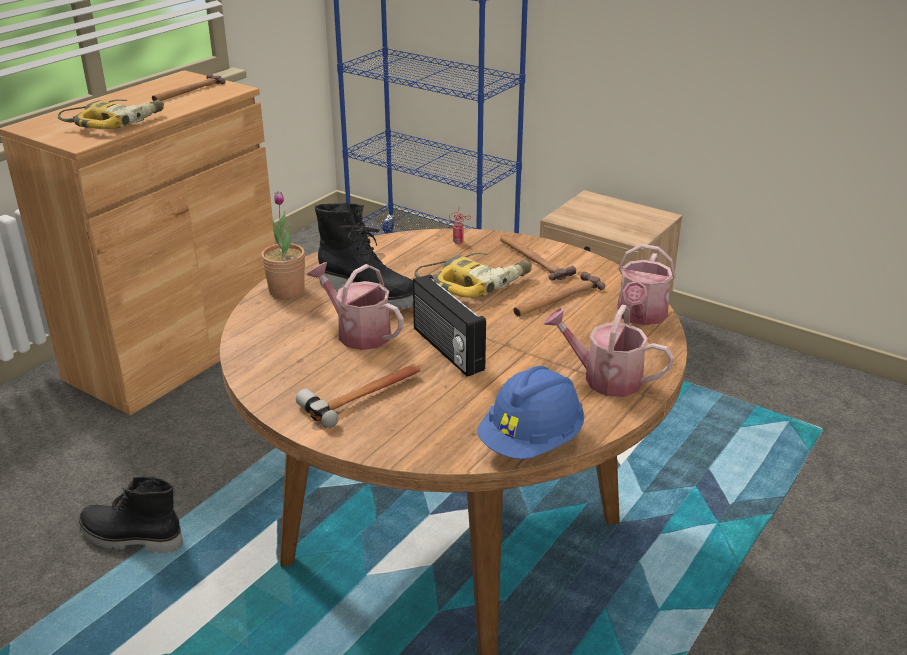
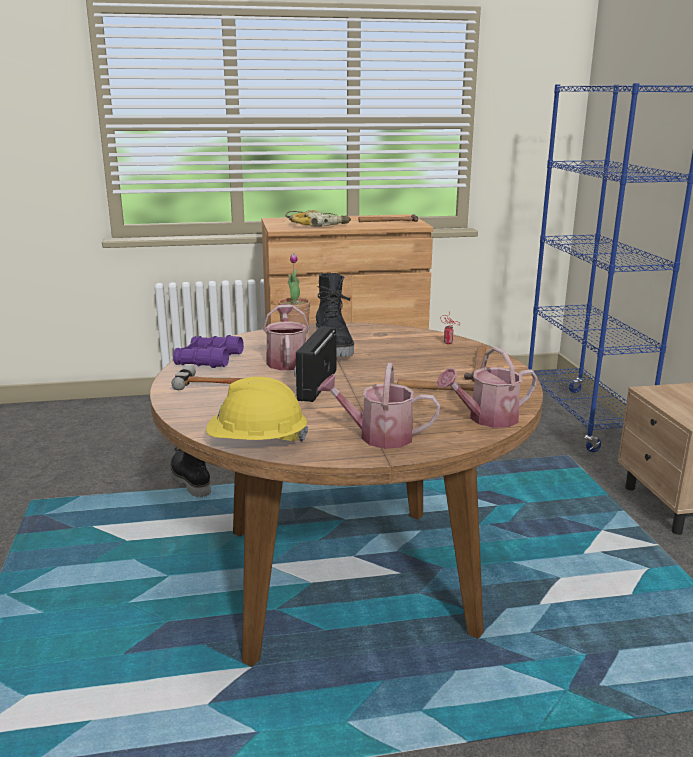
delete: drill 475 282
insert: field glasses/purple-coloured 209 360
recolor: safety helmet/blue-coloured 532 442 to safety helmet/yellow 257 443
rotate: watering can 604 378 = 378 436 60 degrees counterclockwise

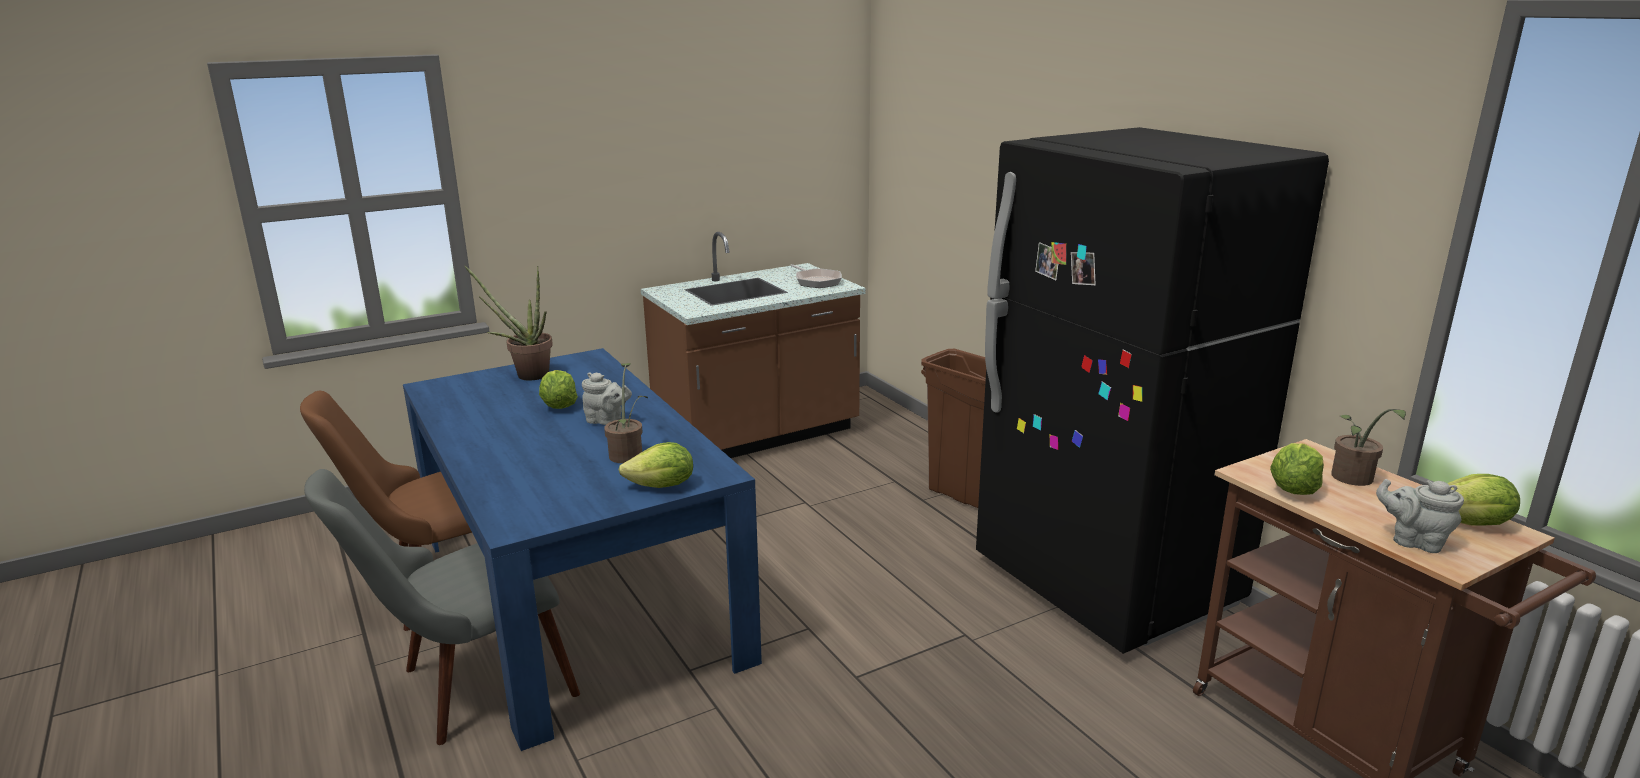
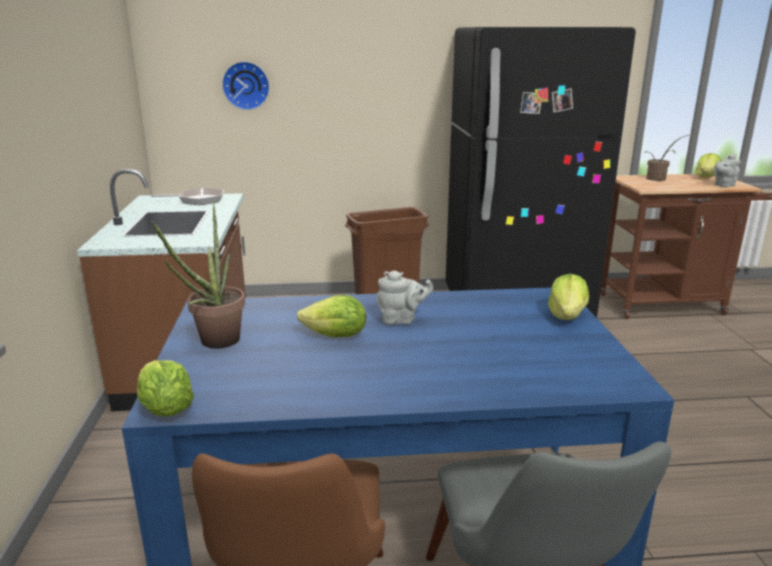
delete: potted plant 628 453
insert: wall clock 246 85
move: lettuce 1293 489 to 165 409
rotate: tea pot/greyish 606 421 = 401 320 45 degrees clockwise

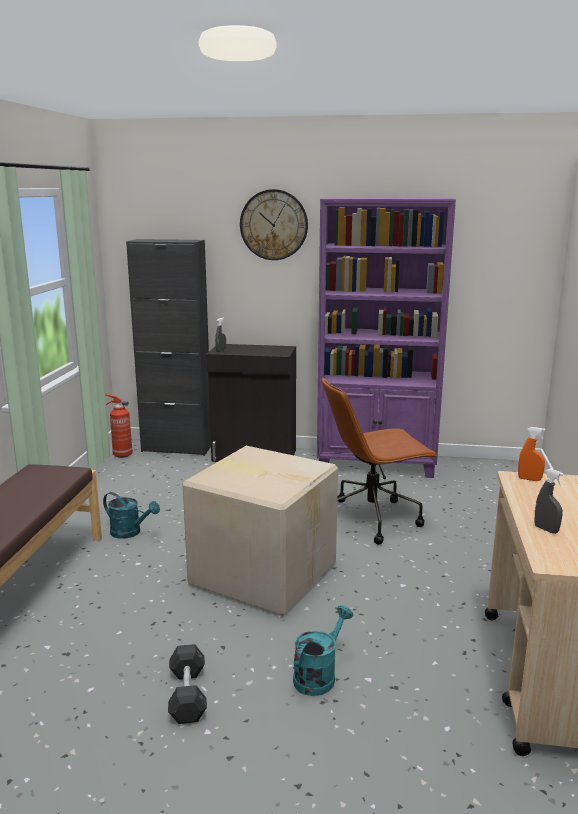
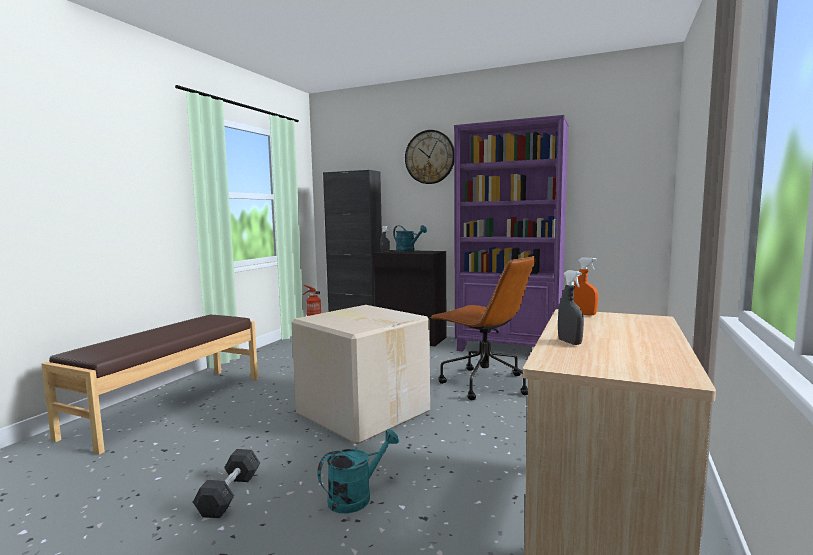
move: watering can/blue-green 130 532 to 408 251
rotate: office chair/brownish 372 518 = 483 384 135 degrees counterclockwise

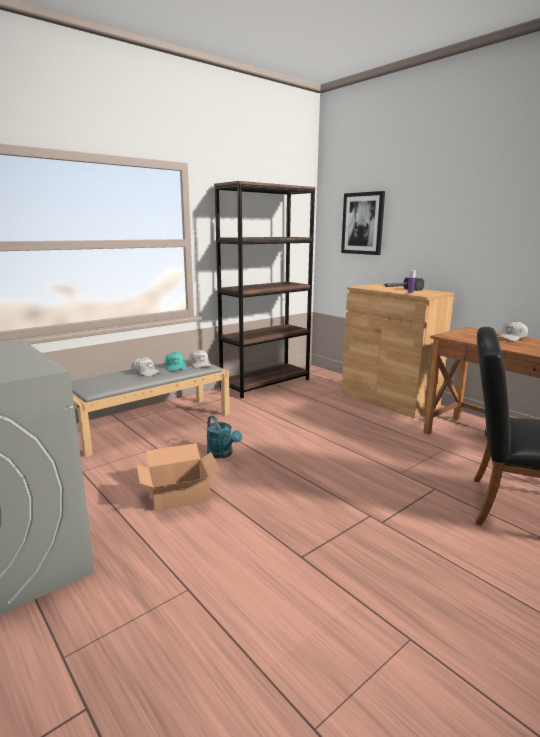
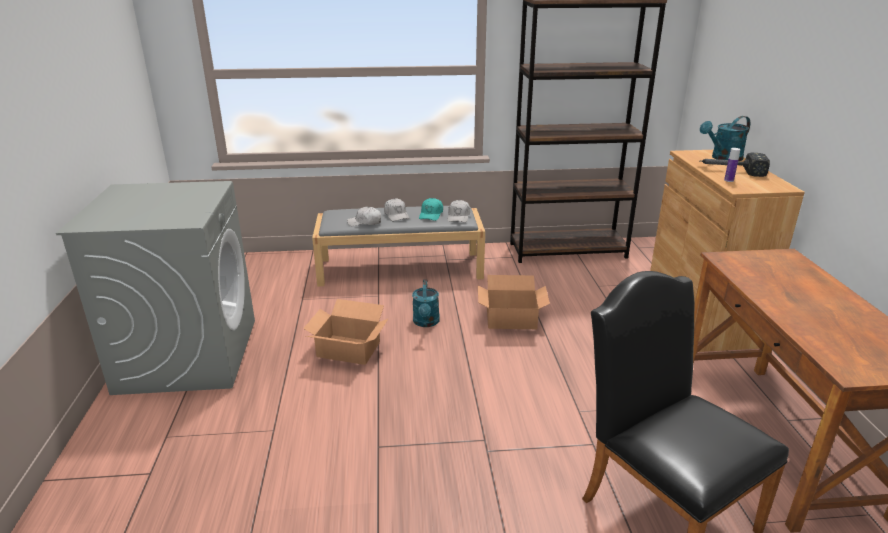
delete: wall picture 363 223
insert: packing box 512 319; watering can/blue-green 723 158
move: peaked cap/white 511 338 to 365 222

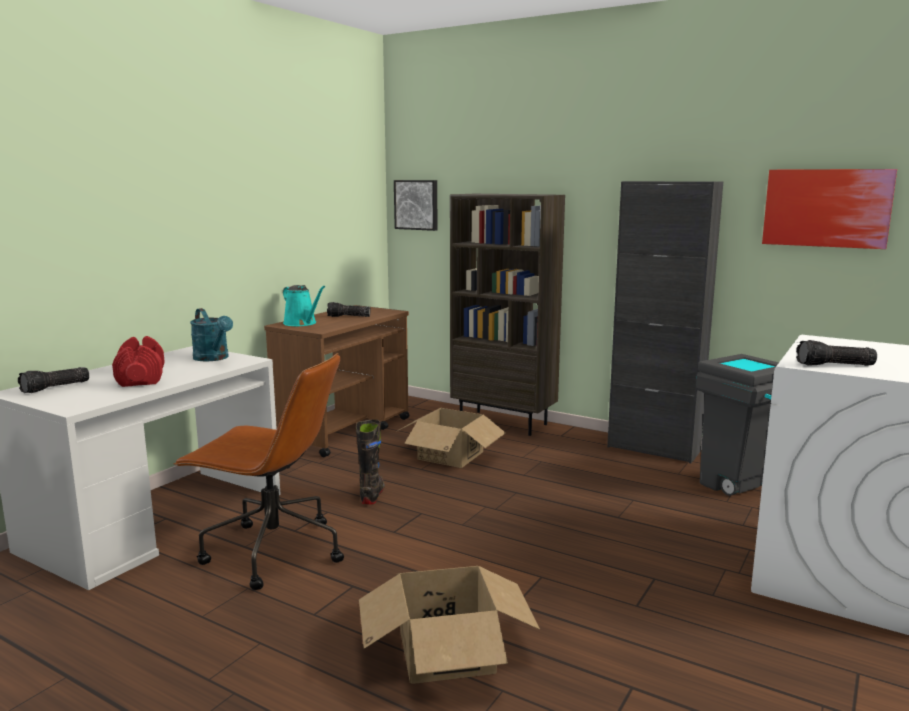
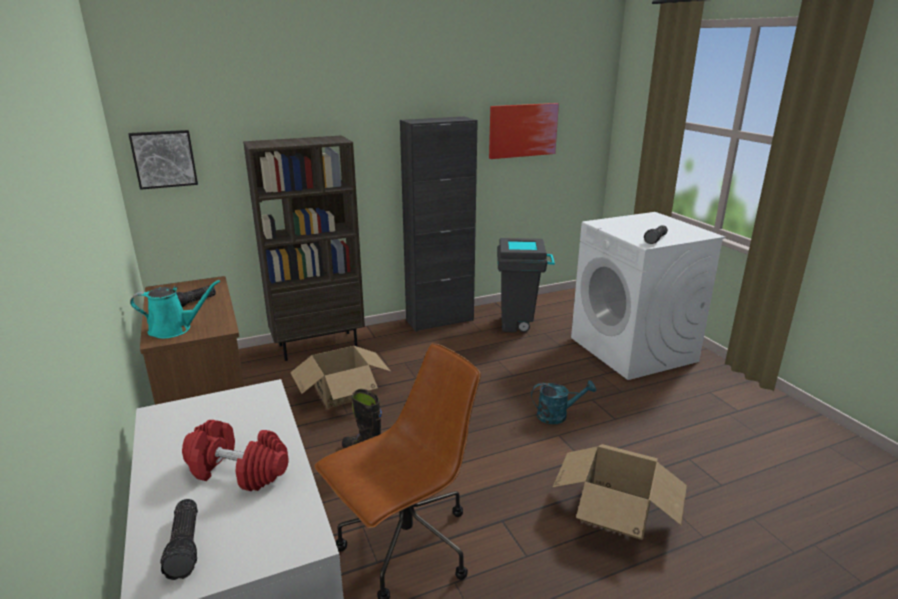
move: watering can/blue-green 214 358 to 557 415

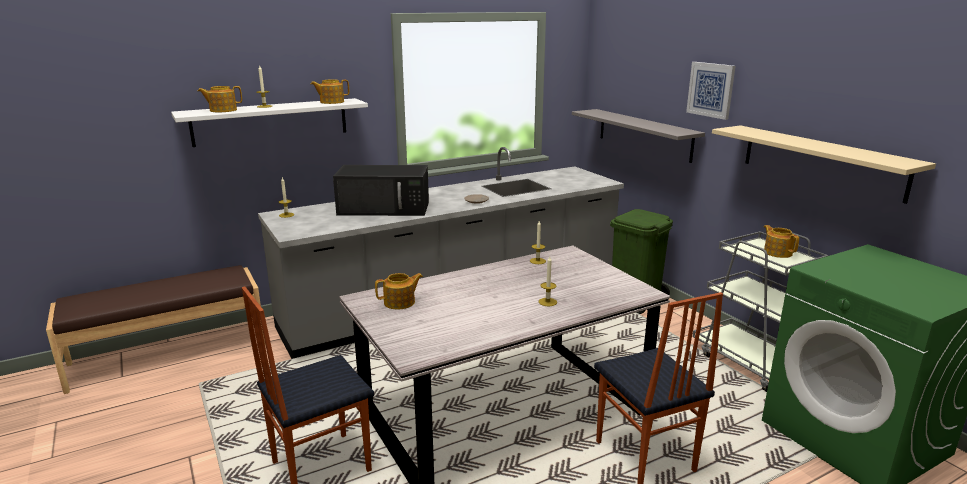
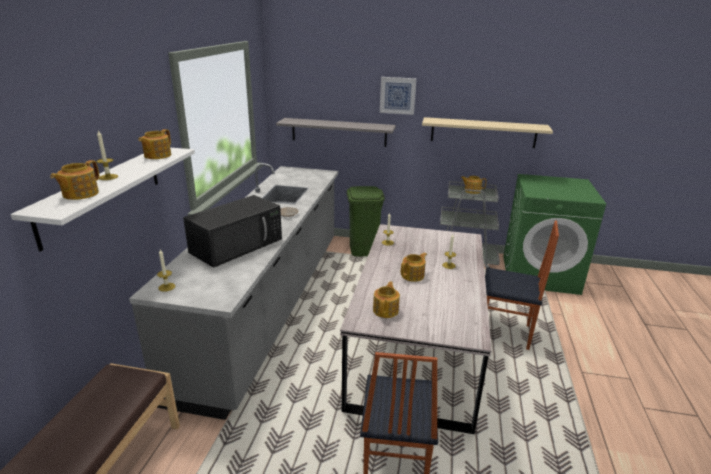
insert: tea pot 413 275

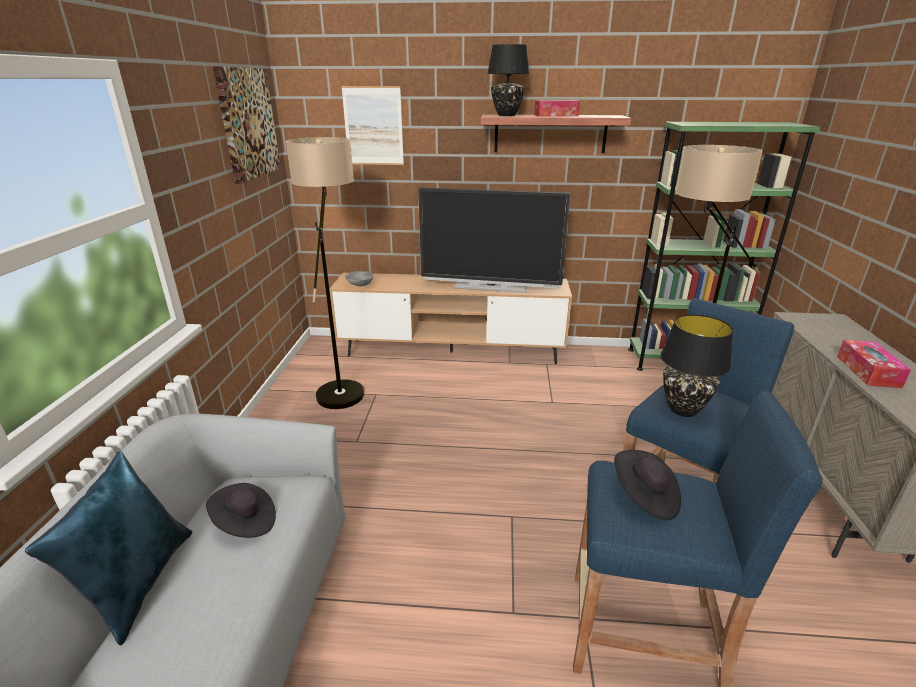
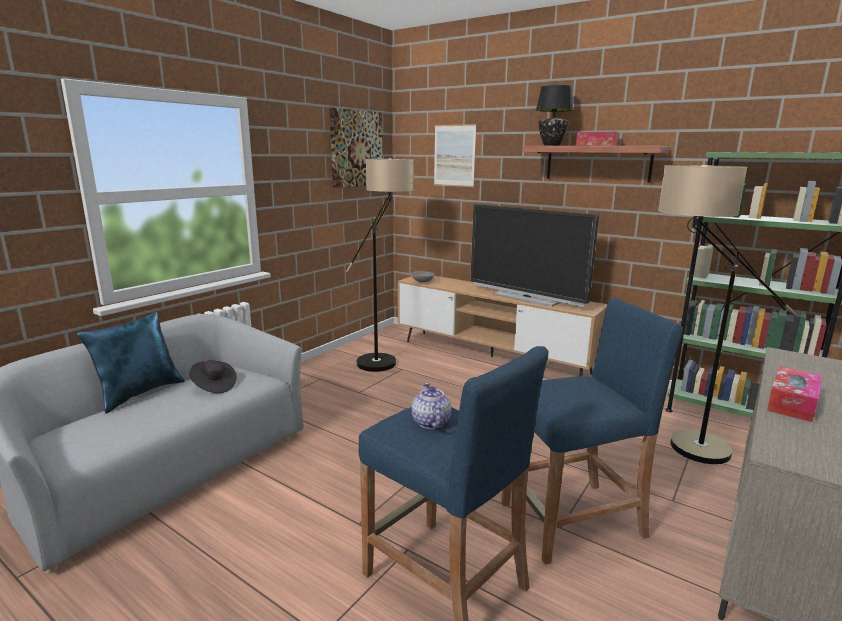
delete: lamp for a table/black-coloured 682 410
replace: wearable hat/black-coloured 645 497 to tea pot 430 422

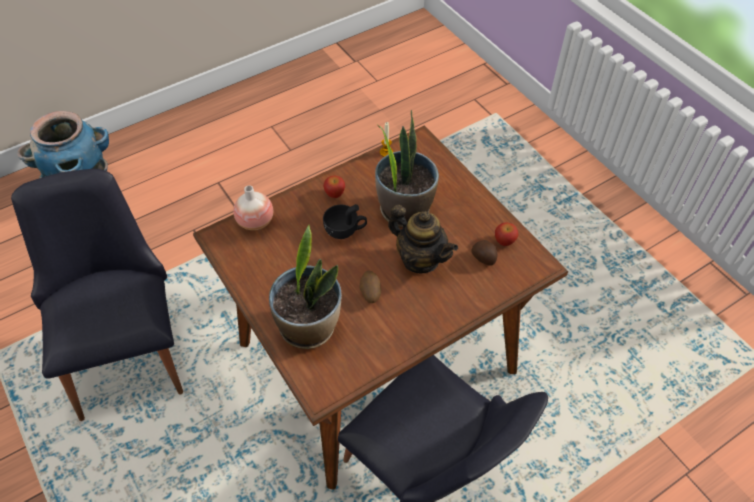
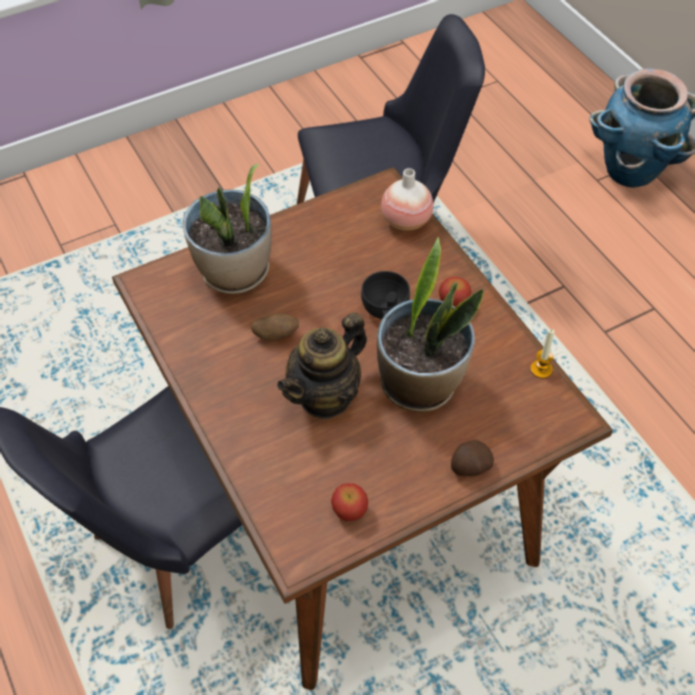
move: whole potato 484 258 to 469 467

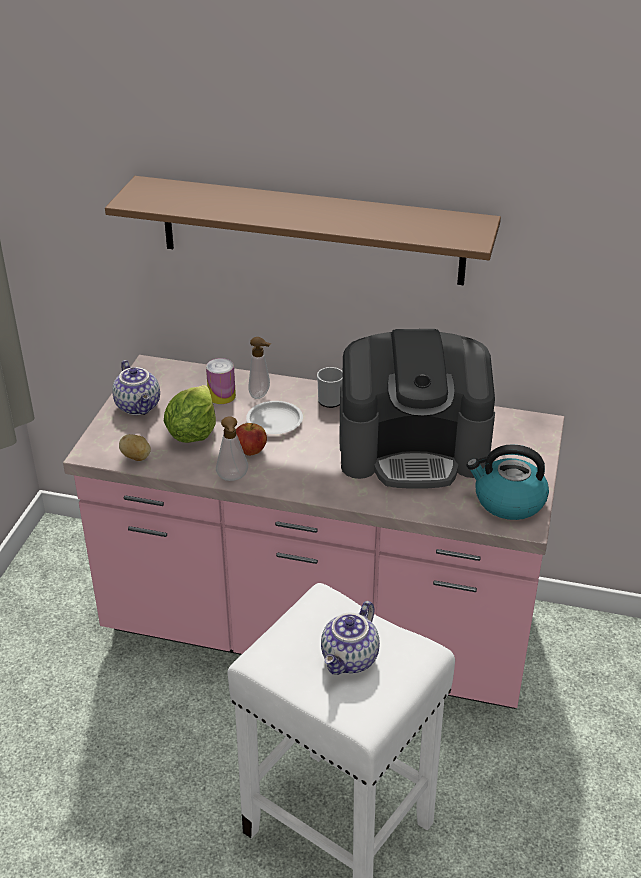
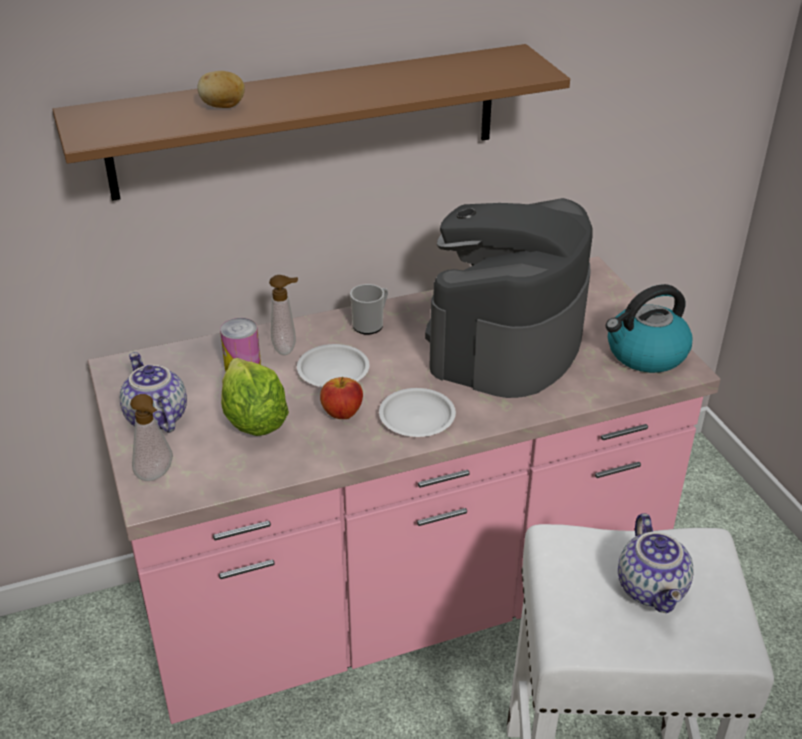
insert: plate/white 417 417
move: whole potato 136 457 to 223 107; soap bottle 233 479 to 157 475
rotate: tea pot 139 406 = 155 418 150 degrees counterclockwise; coffee maker 413 449 = 505 341 150 degrees clockwise

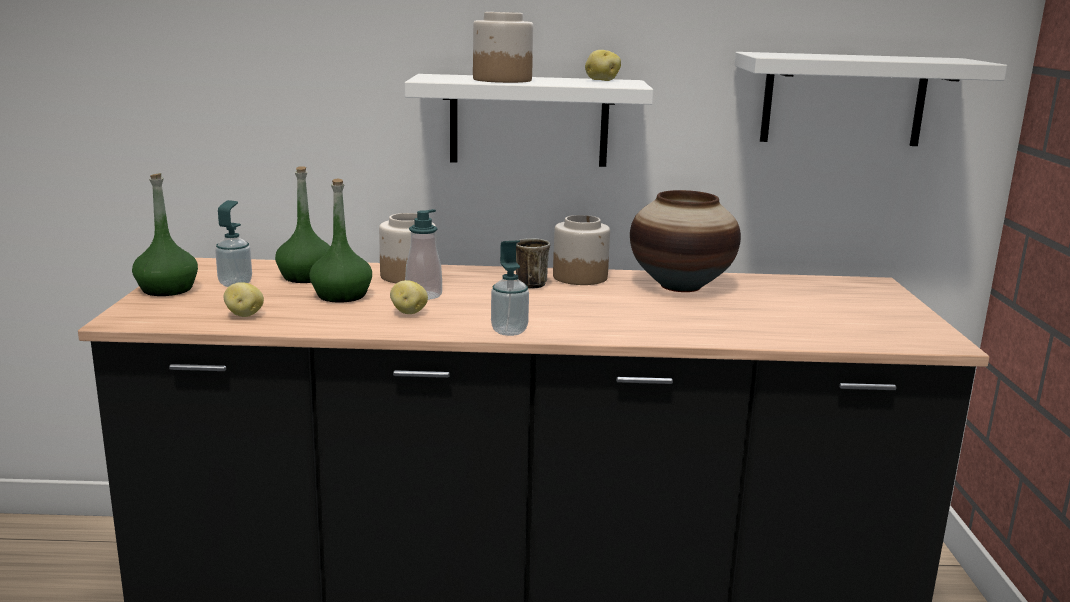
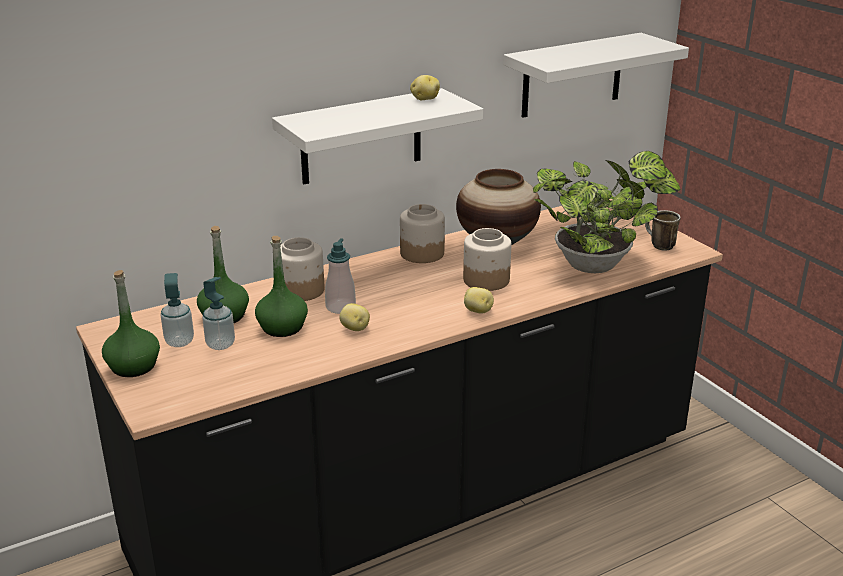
insert: potted plant 597 265
move: whole potato 243 315 to 478 311; preserve jar 501 80 to 485 280; soap bottle 509 331 to 220 344; tea mug 528 283 to 658 245

